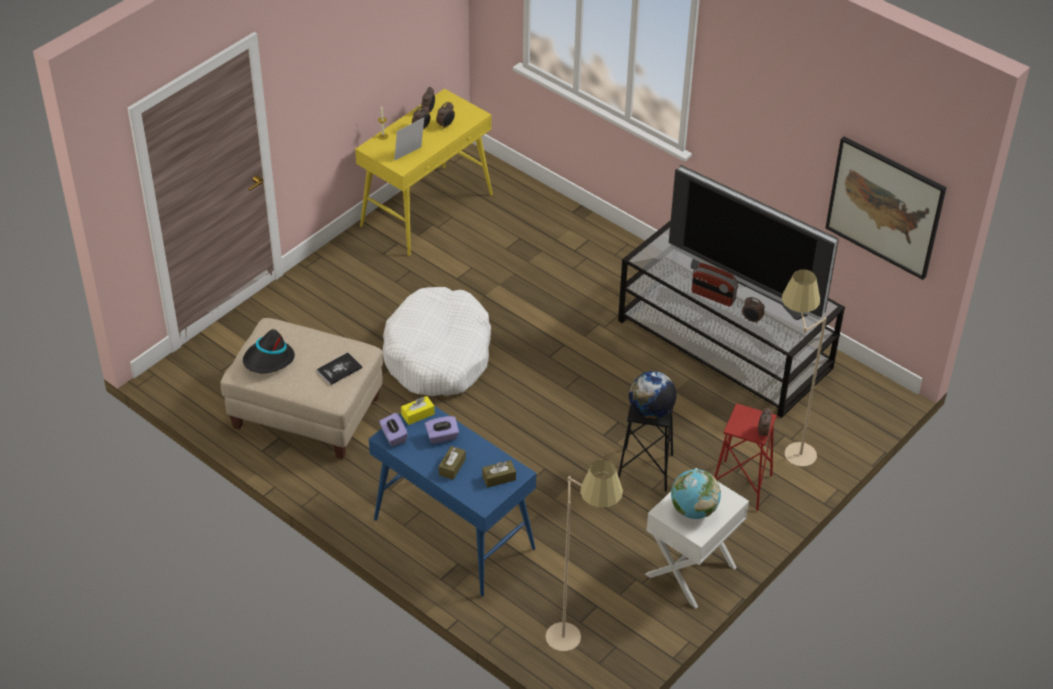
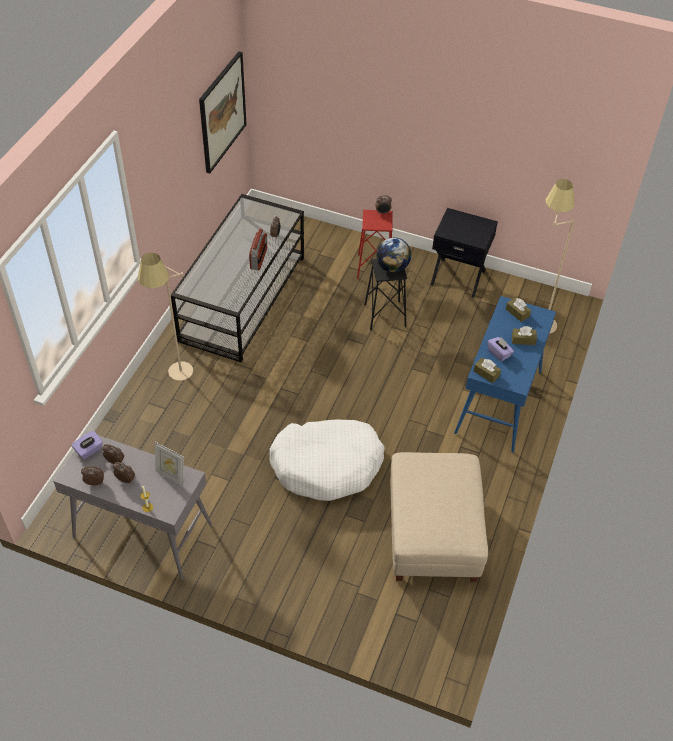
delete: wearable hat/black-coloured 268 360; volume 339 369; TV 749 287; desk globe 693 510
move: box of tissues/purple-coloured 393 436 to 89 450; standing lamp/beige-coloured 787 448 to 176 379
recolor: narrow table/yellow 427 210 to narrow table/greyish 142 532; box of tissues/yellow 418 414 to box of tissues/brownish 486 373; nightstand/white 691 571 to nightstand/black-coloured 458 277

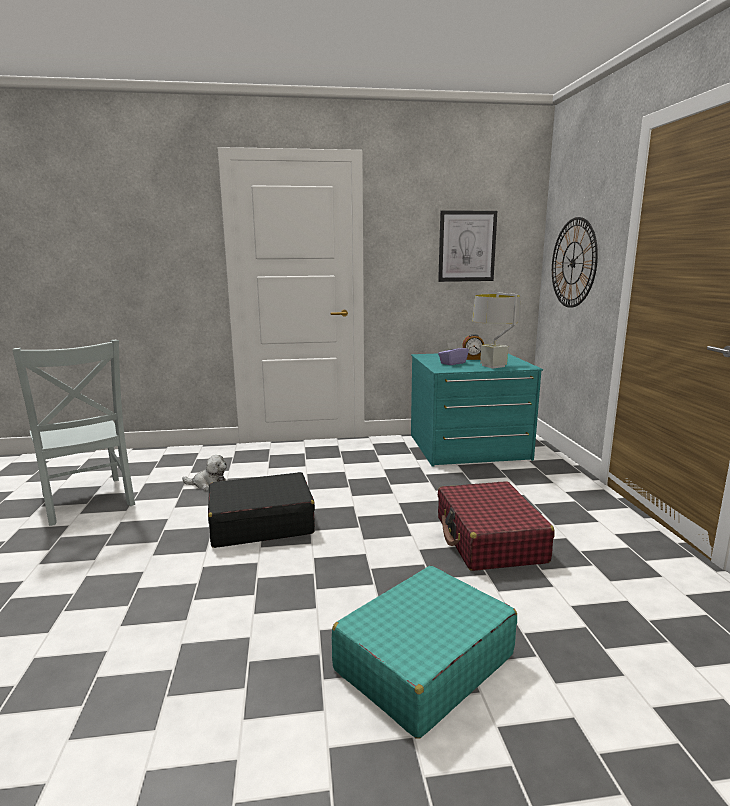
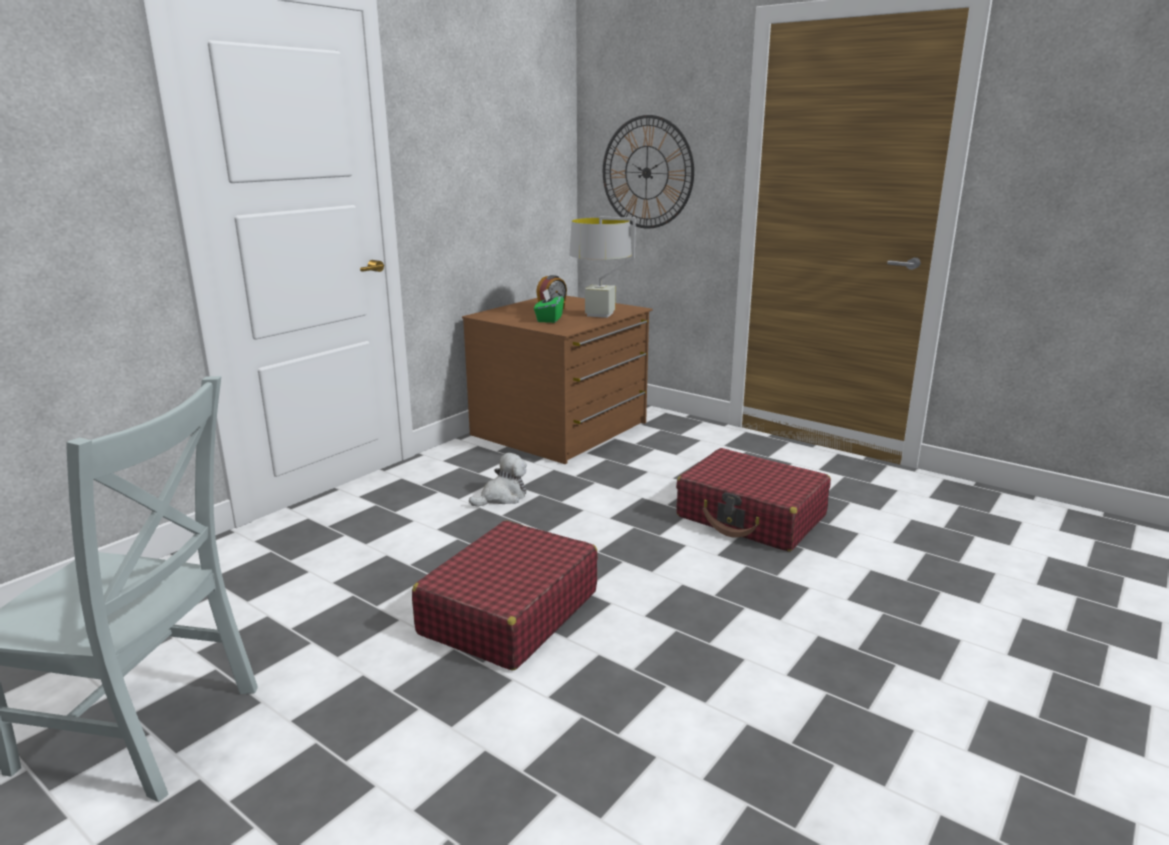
delete: piece of luggage/blue-green 423 663; wall picture 467 246
move: plush toy 208 484 to 502 497
recolor: piece of luggage/black-coloured 260 523 to piece of luggage/red 509 613; dresser/blue-green 468 447 to dresser/brownish 561 429; box of tissues/purple-coloured 452 363 to box of tissues/green-coloured 549 319

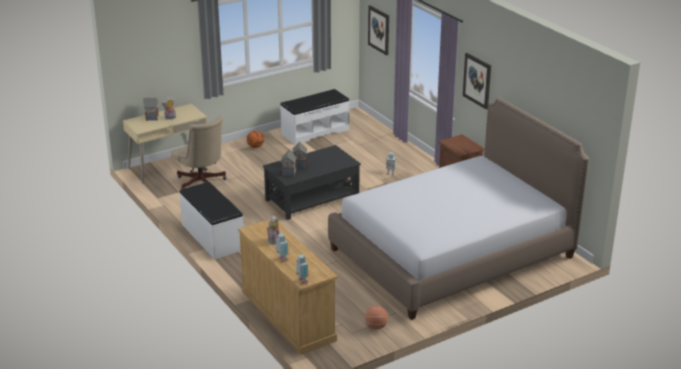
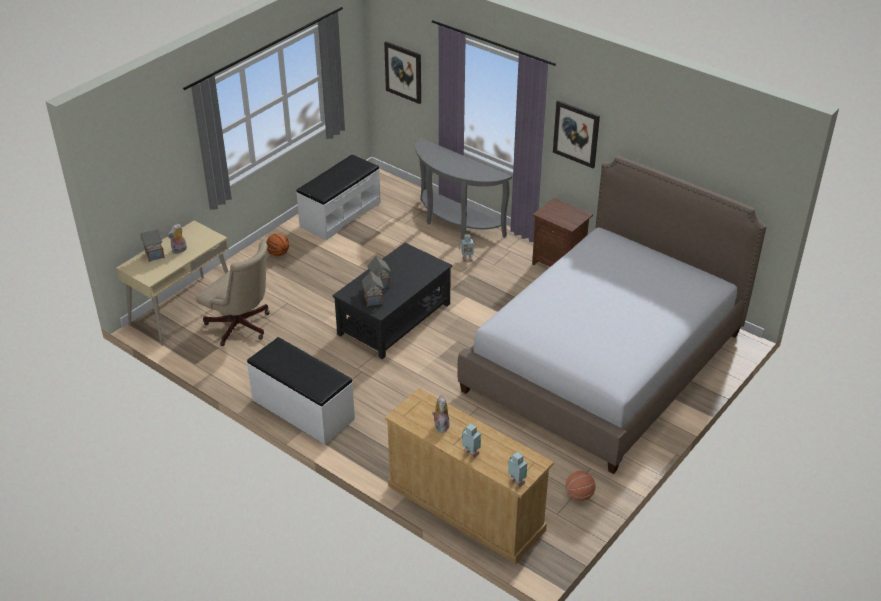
insert: narrow table/greyish 455 223

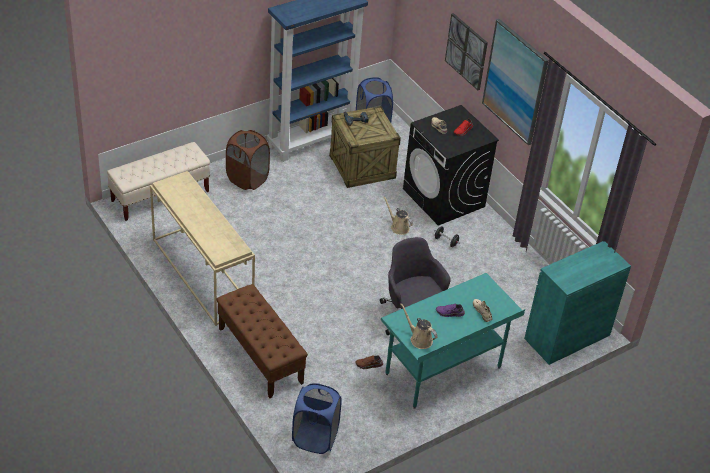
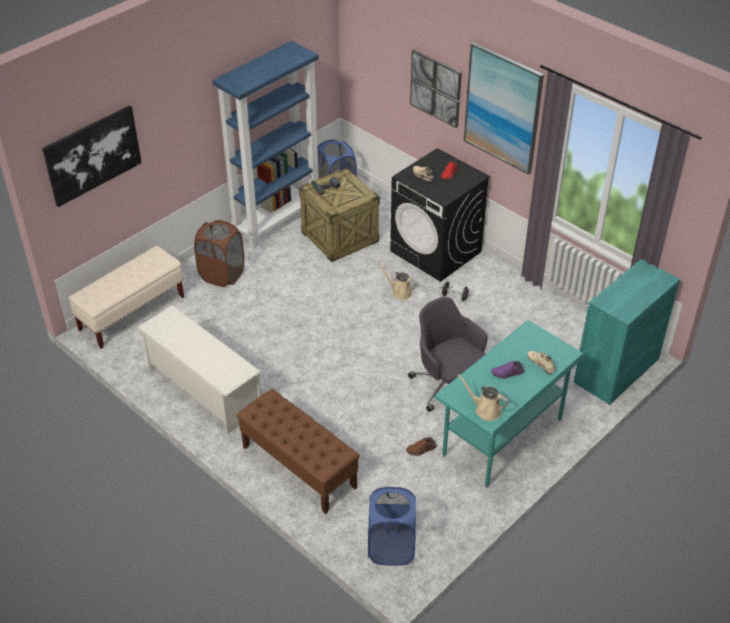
insert: wall picture 92 155
replace: narrow table/beige-coloured 201 274 to shoe stand/white 203 390

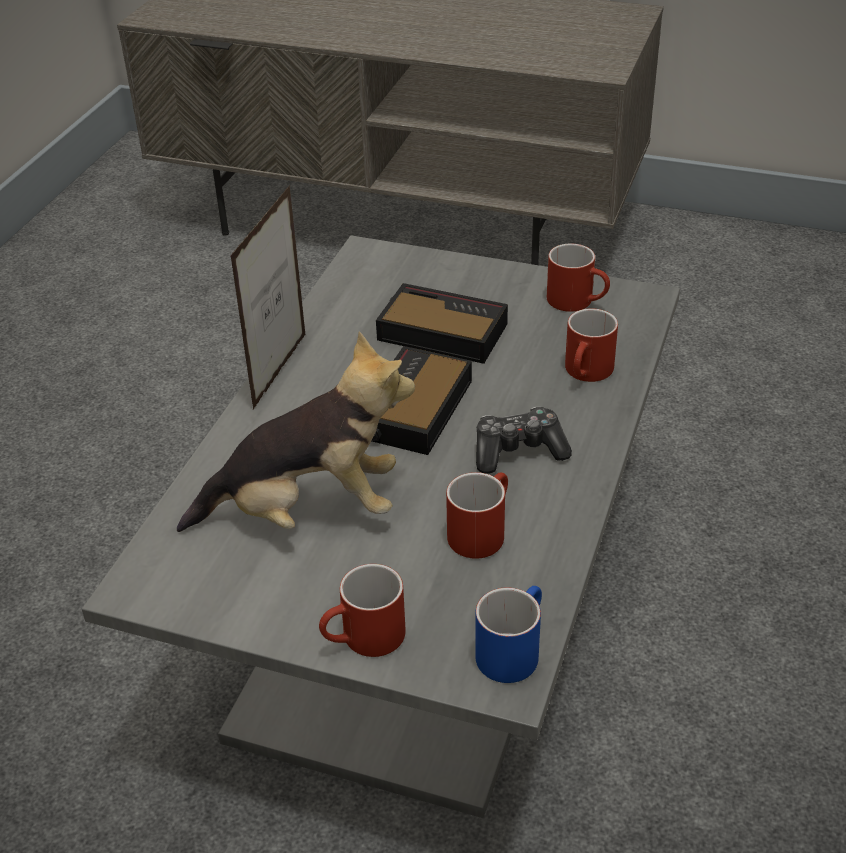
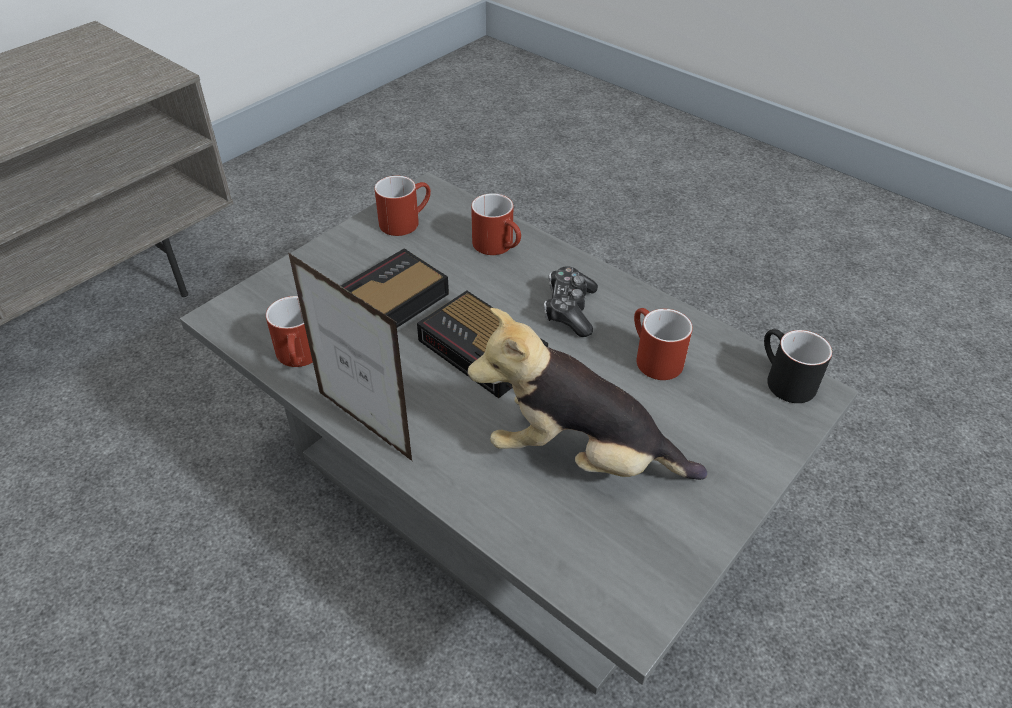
move: tea mug/red 364 640 to 301 357
recolor: tea mug/blue-coloured 511 648 to tea mug/black-coloured 782 380
rotate: plush toy 308 511 = 581 457 90 degrees counterclockwise

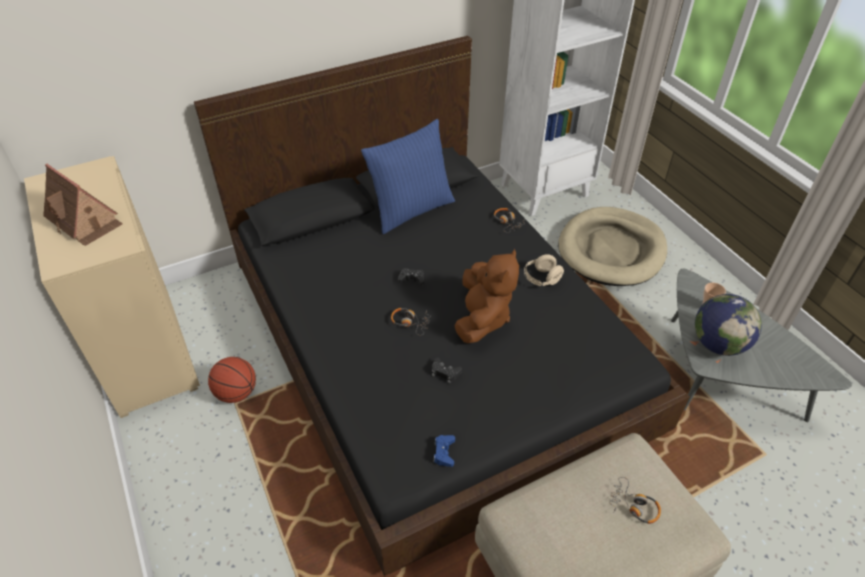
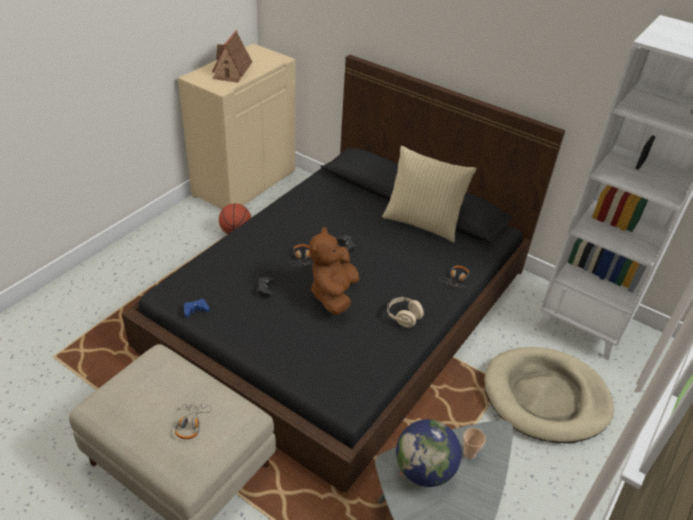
recolor: cushion/blue-coloured 411 209 to cushion/beige-coloured 422 223
rotate: plush toy/brownish 482 318 = 333 295 120 degrees clockwise

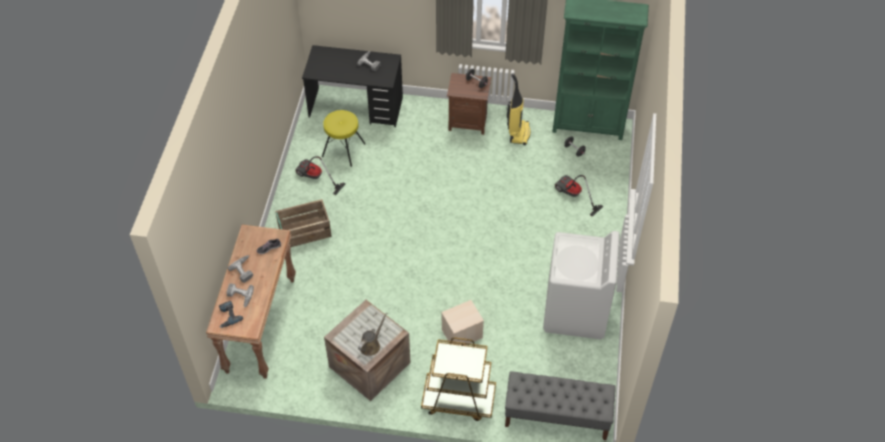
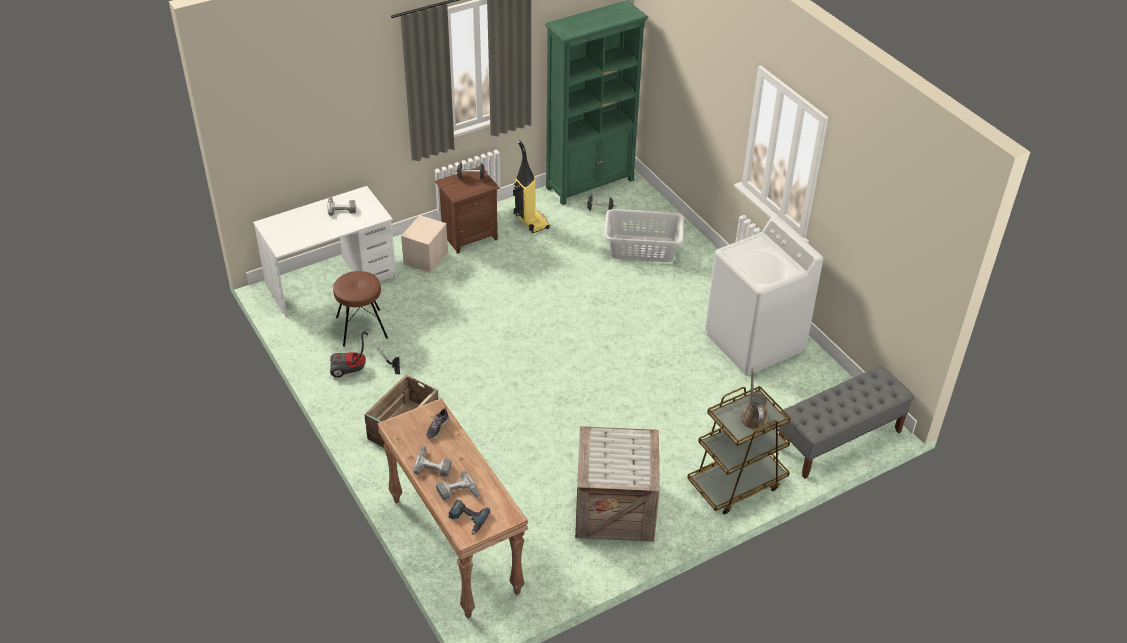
move: watering can/brownish 371 345 to 753 417; storage box/beige-coloured 461 334 to 426 258
replace: vacuum 573 196 to washing basket/greyish 642 248
recolor: desk unit/black-coloured 356 107 to desk unit/white 331 281; stool seat/yellow 343 150 to stool seat/brownish 361 328

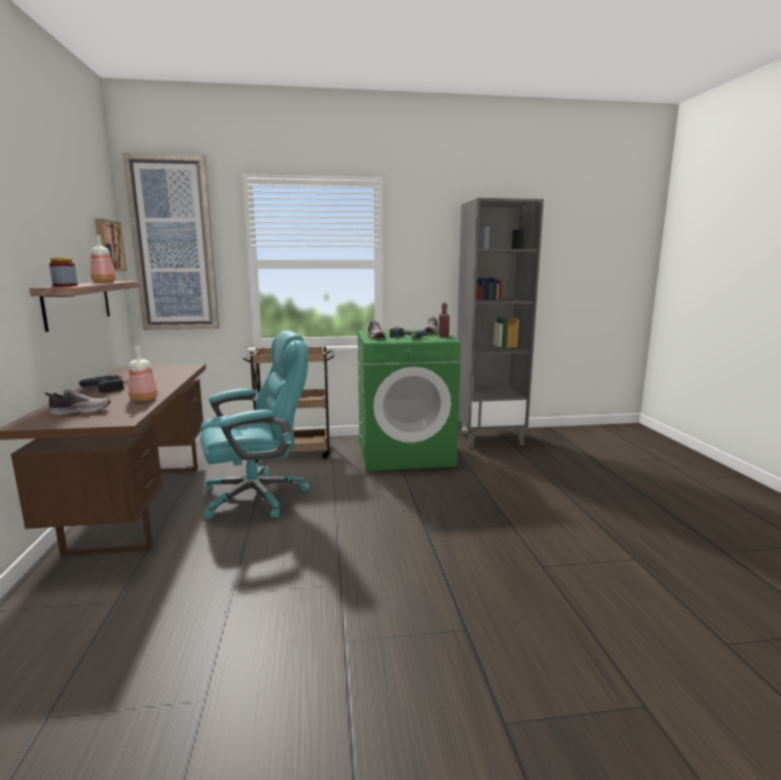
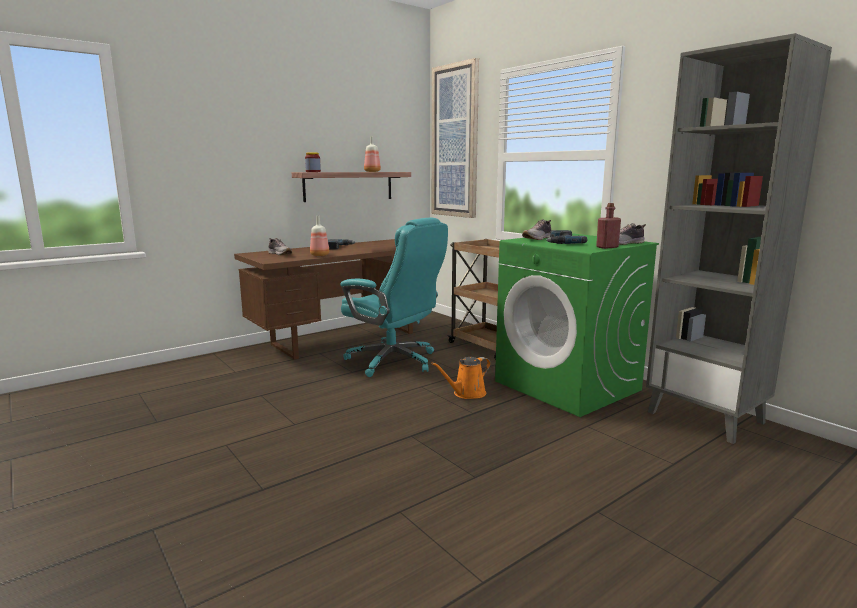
delete: wall picture 108 246
insert: watering can/orange 466 394

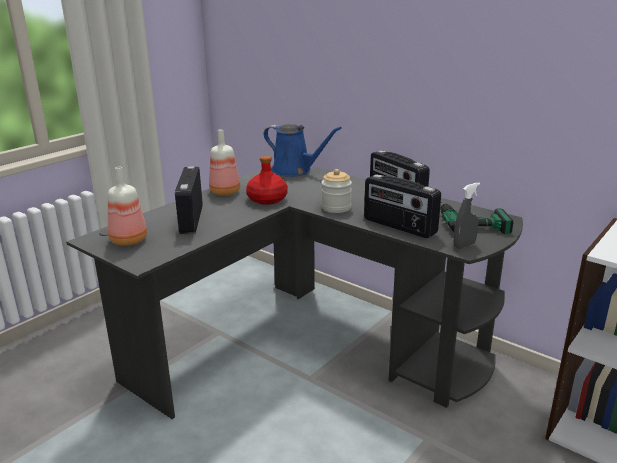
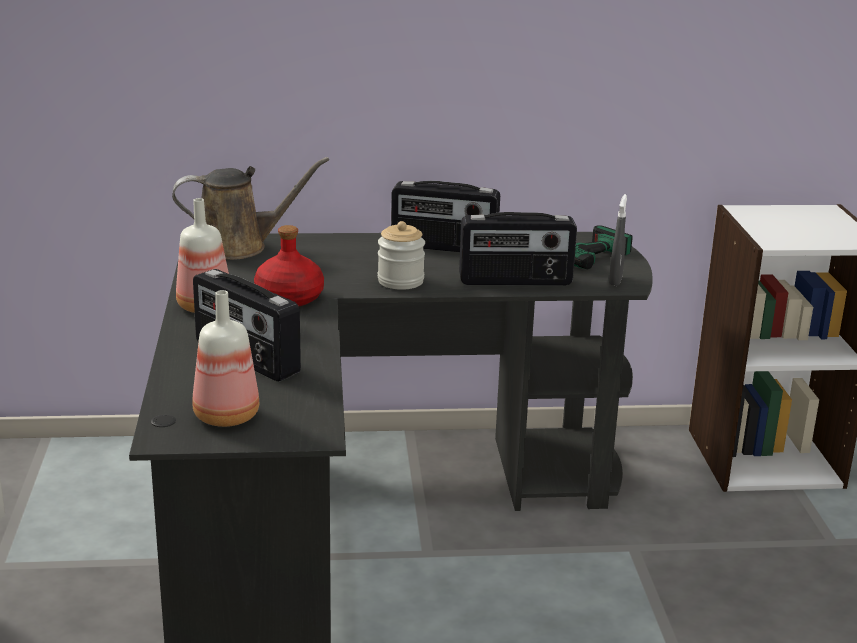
recolor: watering can/blue-coloured 295 170 to watering can/brownish 238 246

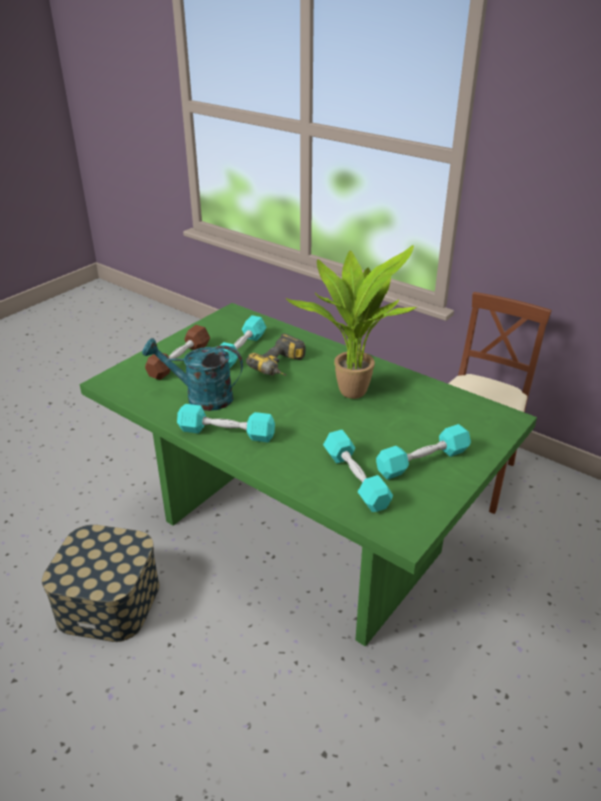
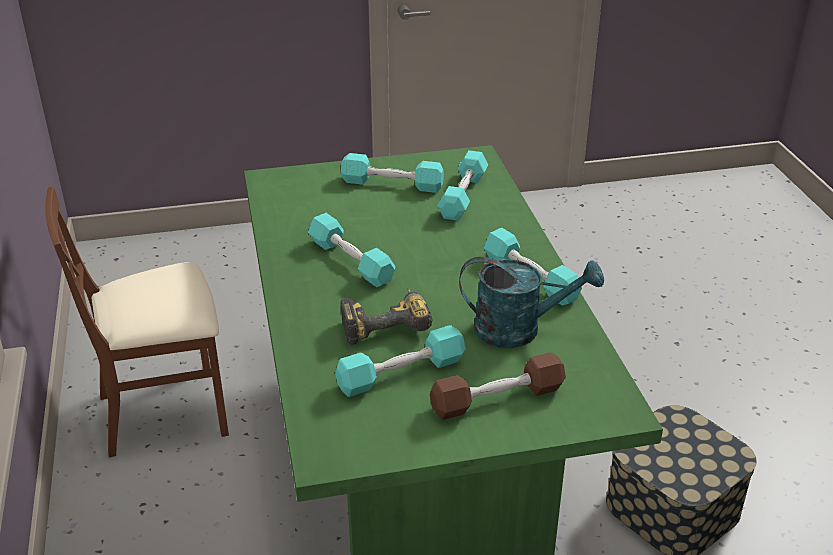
replace: potted plant 352 390 to dumbbell/blue-green 351 261
rotate: watering can/blue-green 201 397 = 519 329 45 degrees counterclockwise

